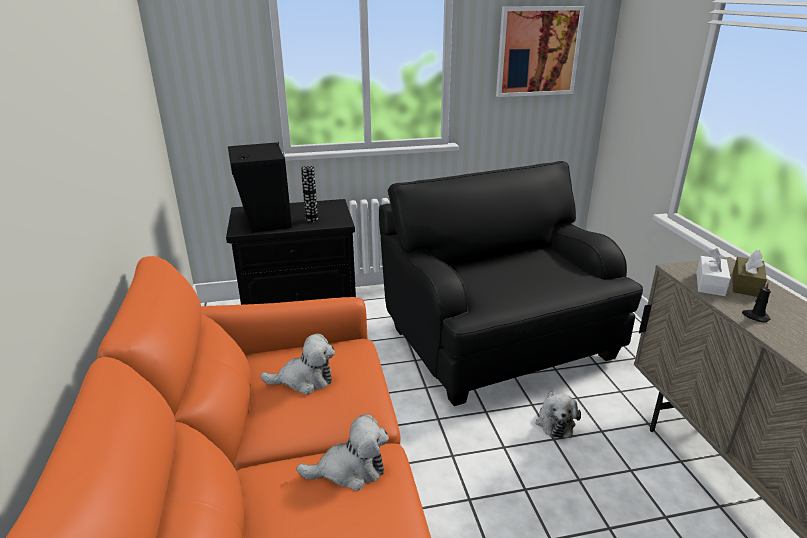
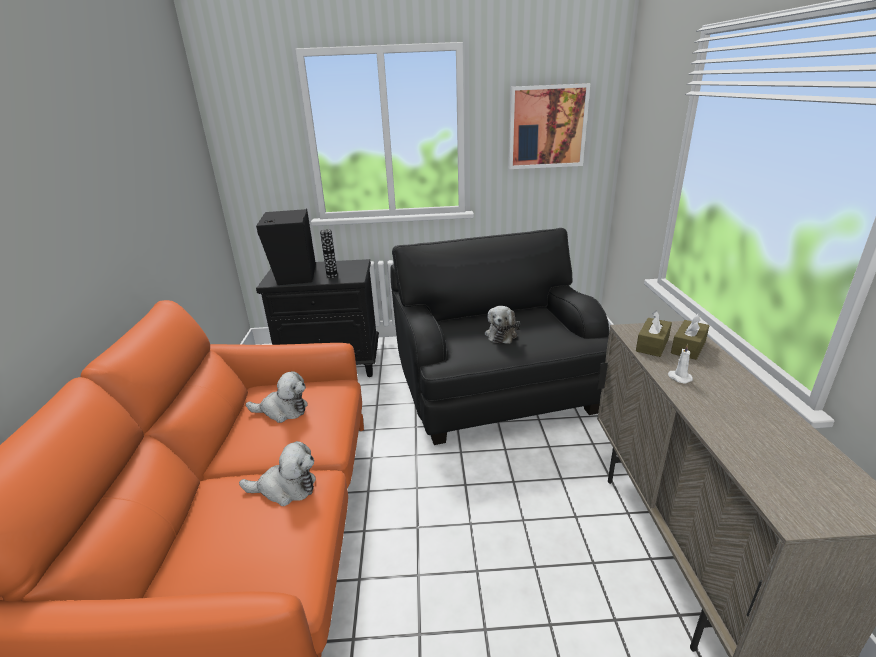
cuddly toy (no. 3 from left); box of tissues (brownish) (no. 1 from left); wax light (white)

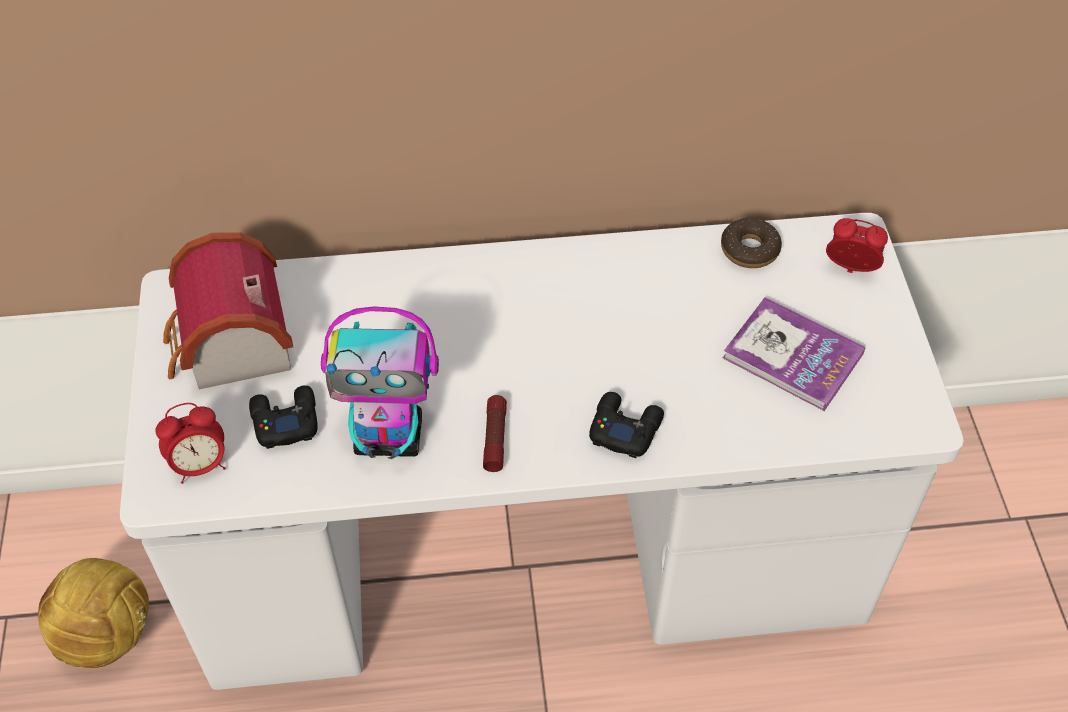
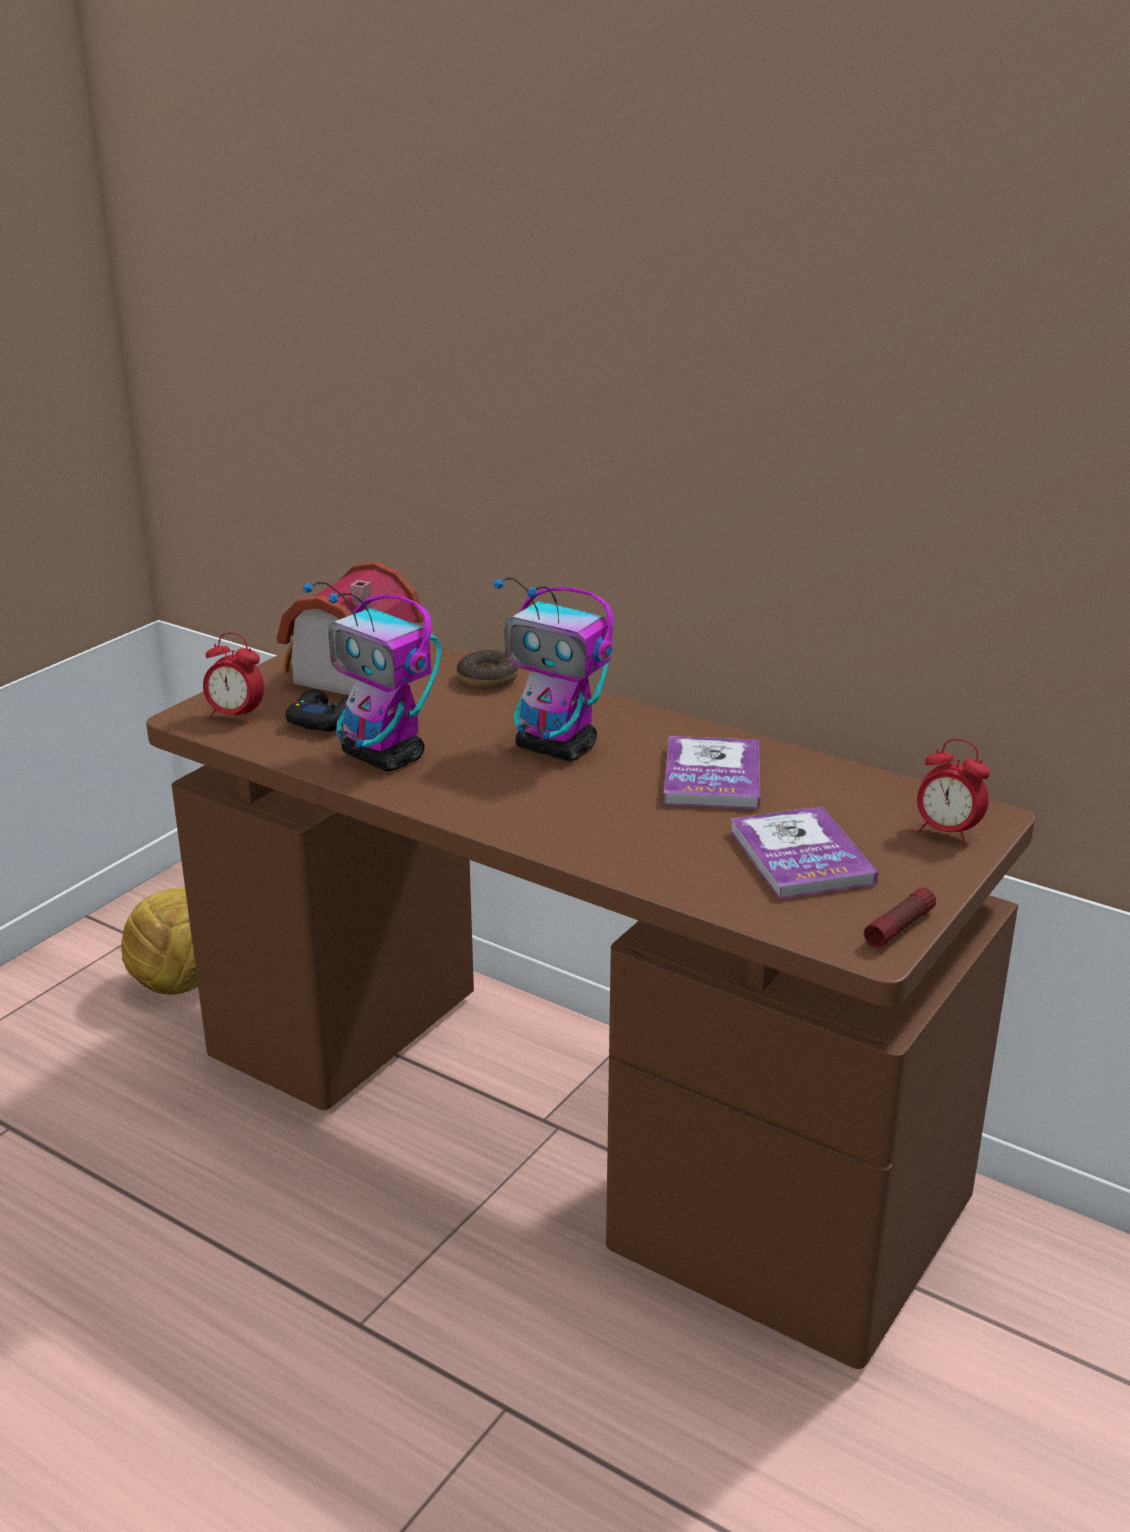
game controller (blackish) (no. 2 from left in the first image); robot figure (no. 2 from left); bound book (no. 1 from left); hand torch; doughnut; desk table (brownish); table clock (no. 2 from left)

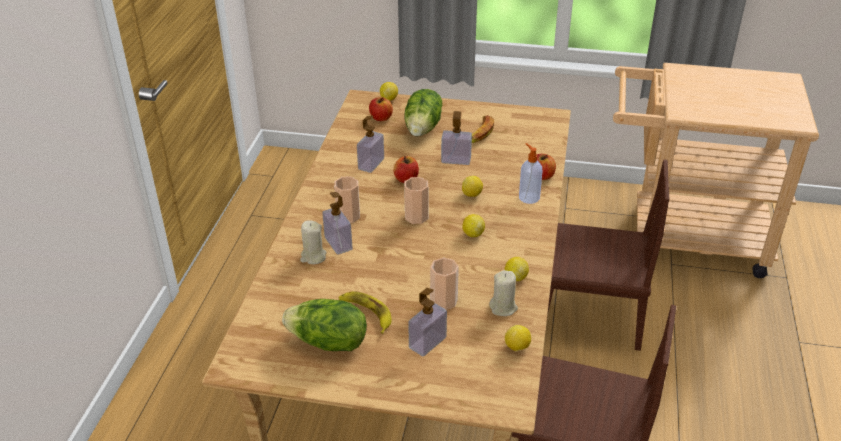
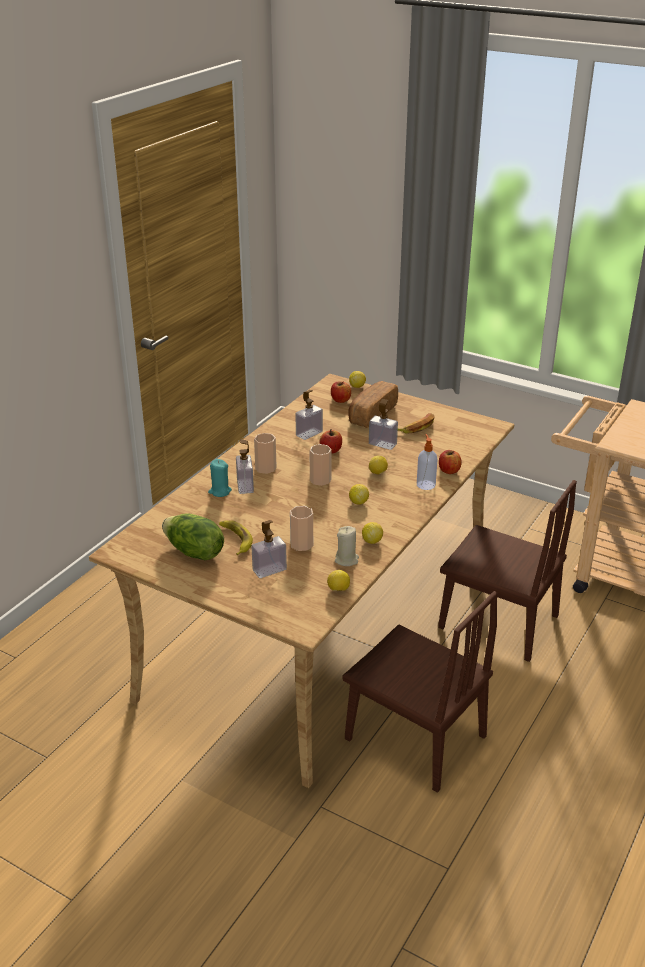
baked bread; wax light (turquoise)

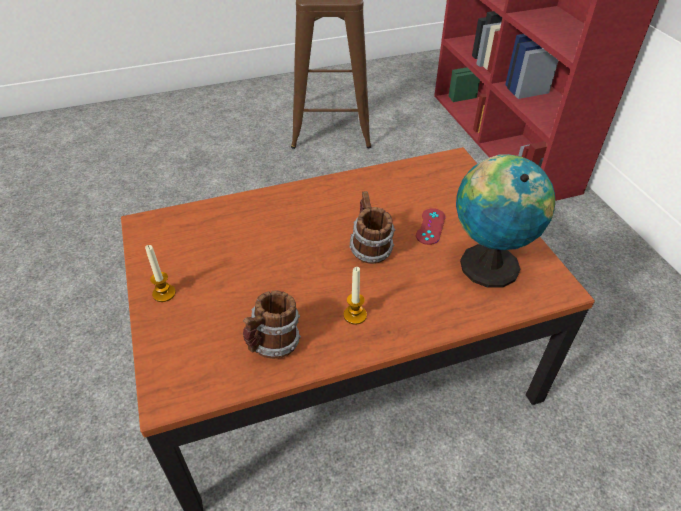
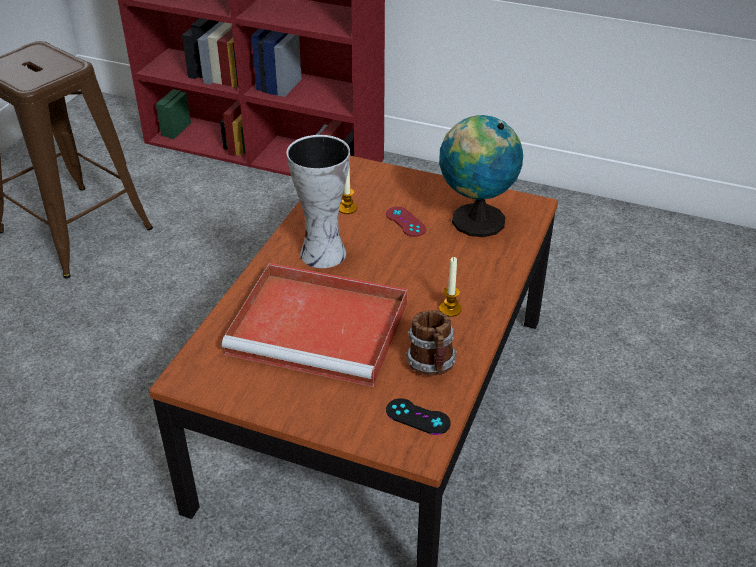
tea mug (no. 2 from left in the first image); tray (red); flower vase; game controller (blackish); wax light (no. 1 from left)

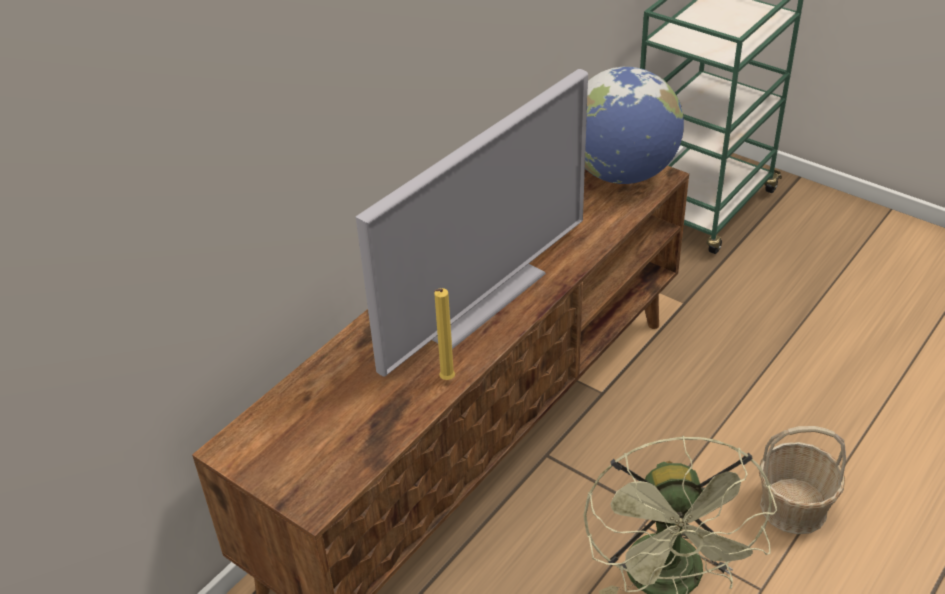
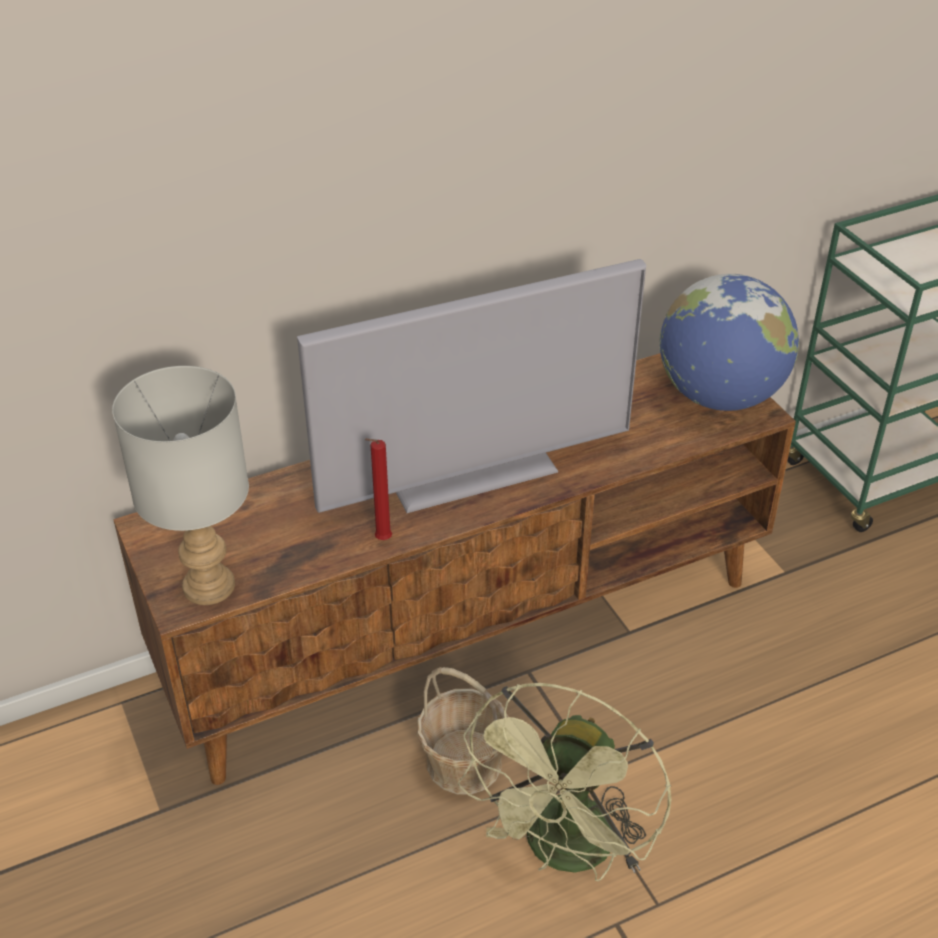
lamp for a table (grey); household basket; wax light (red)

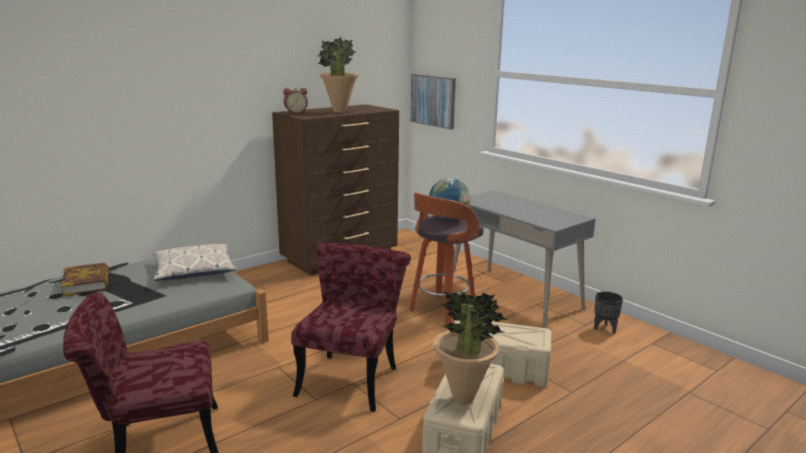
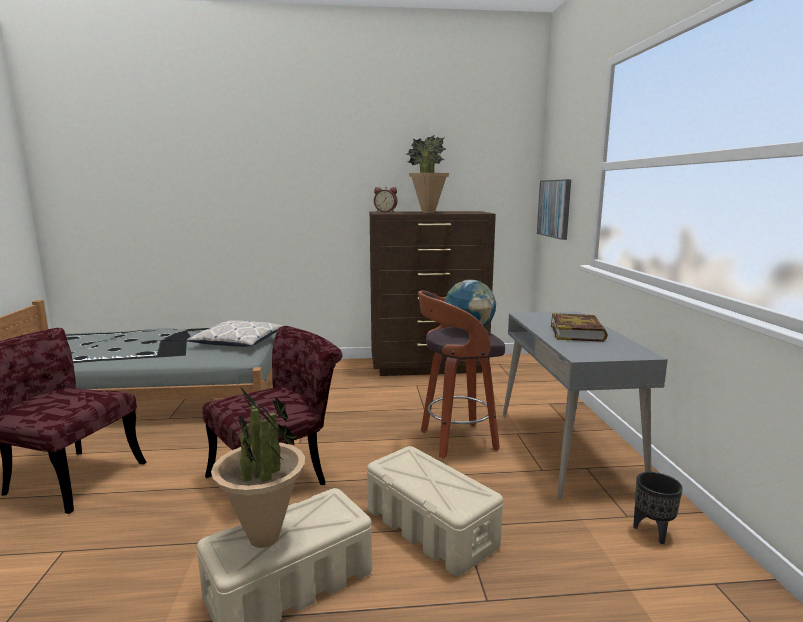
bound book

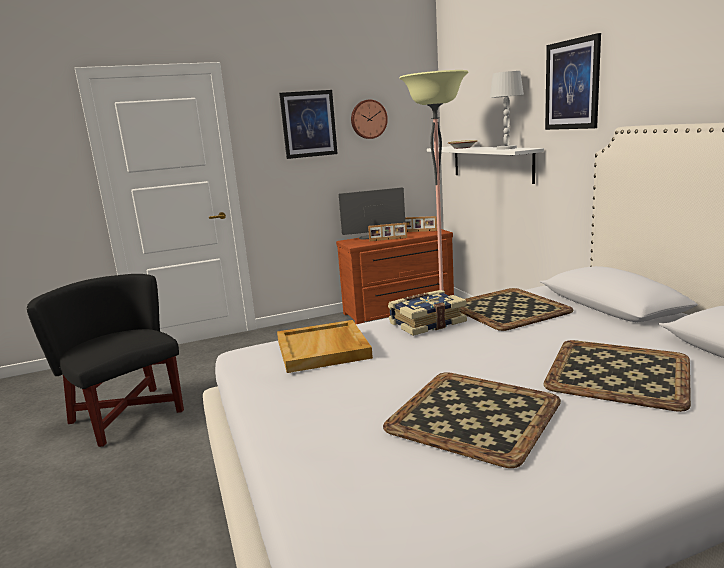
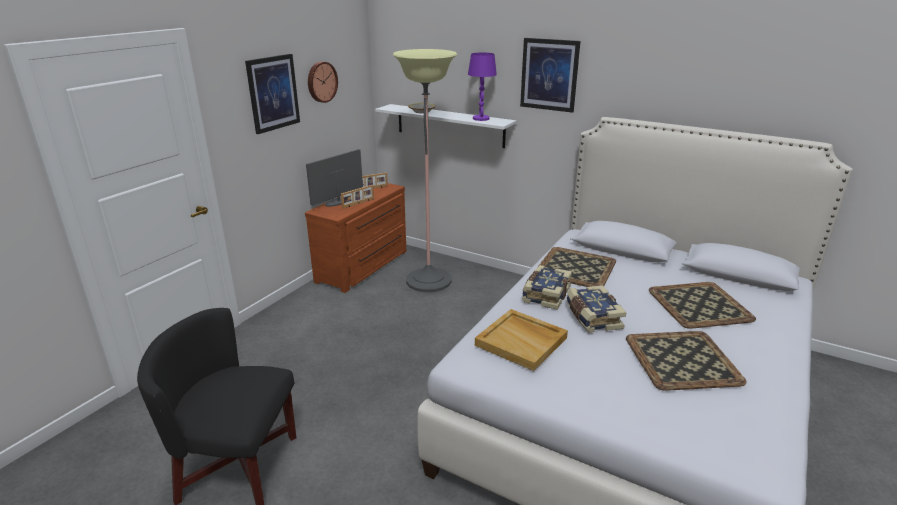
bound book (no. 2 from left); lamp for a table (purple-coloured)

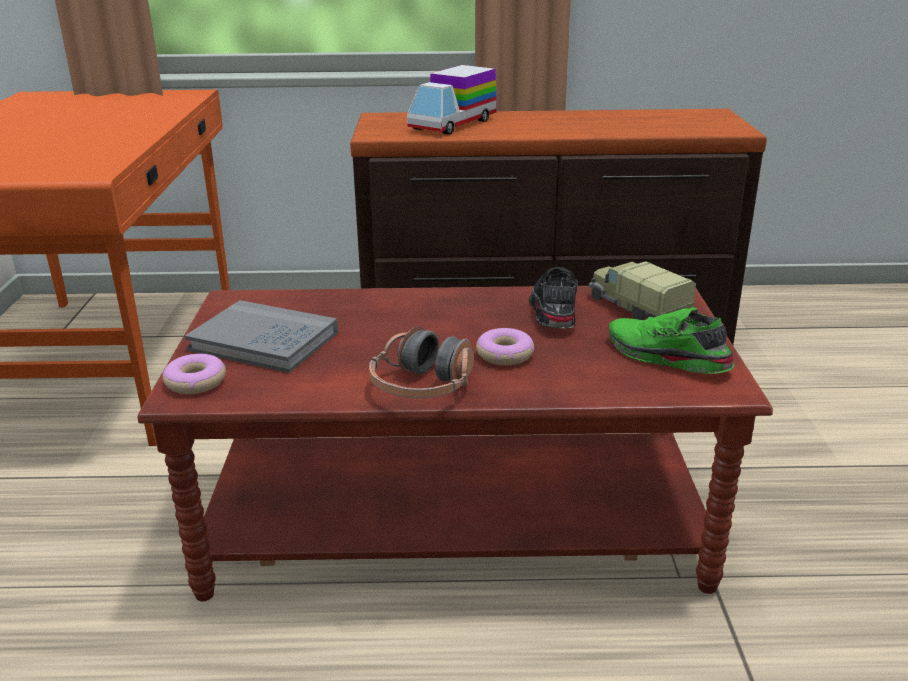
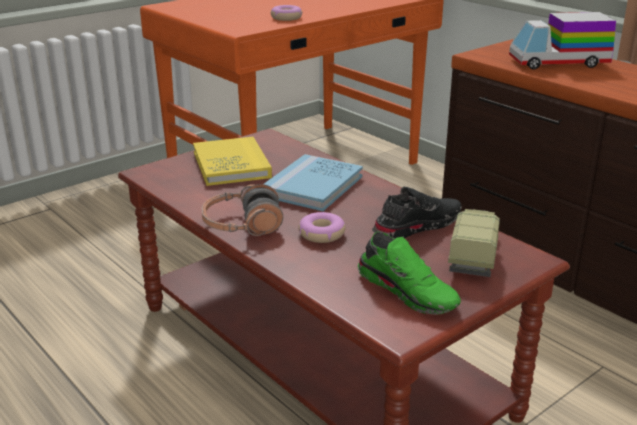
bound book (bluish); doughnut (no. 1 from left); bound book (yellow); shoe (green)

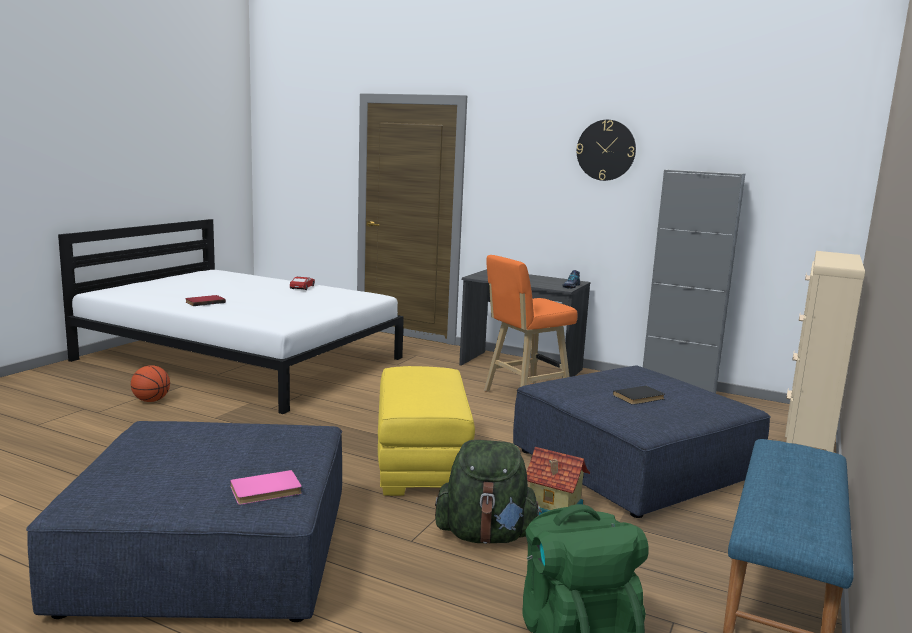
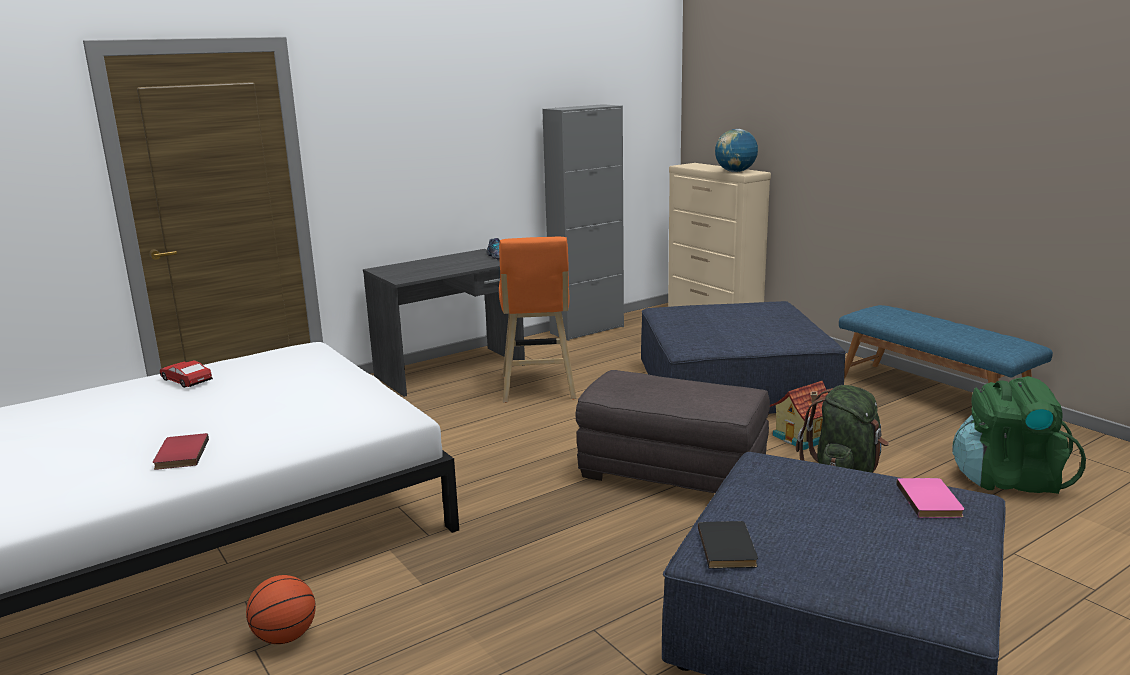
wall clock; desk globe; bound book (blackish); ottoman (grey)

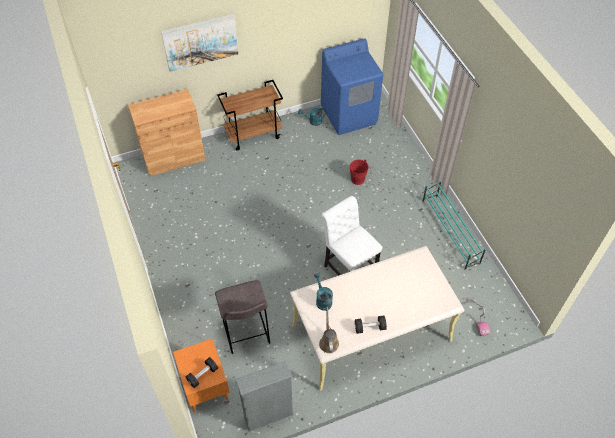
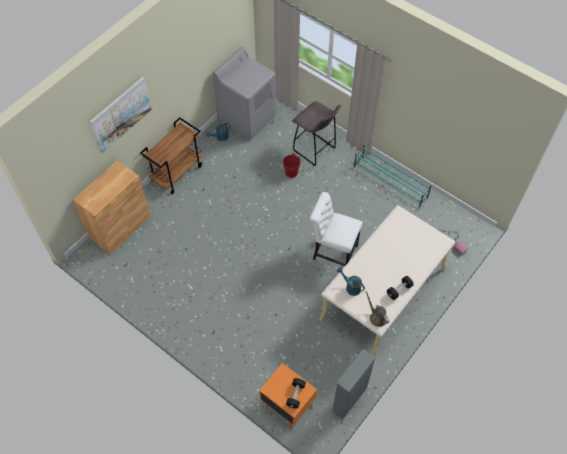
stool seat (grey); washing machine (grey)

